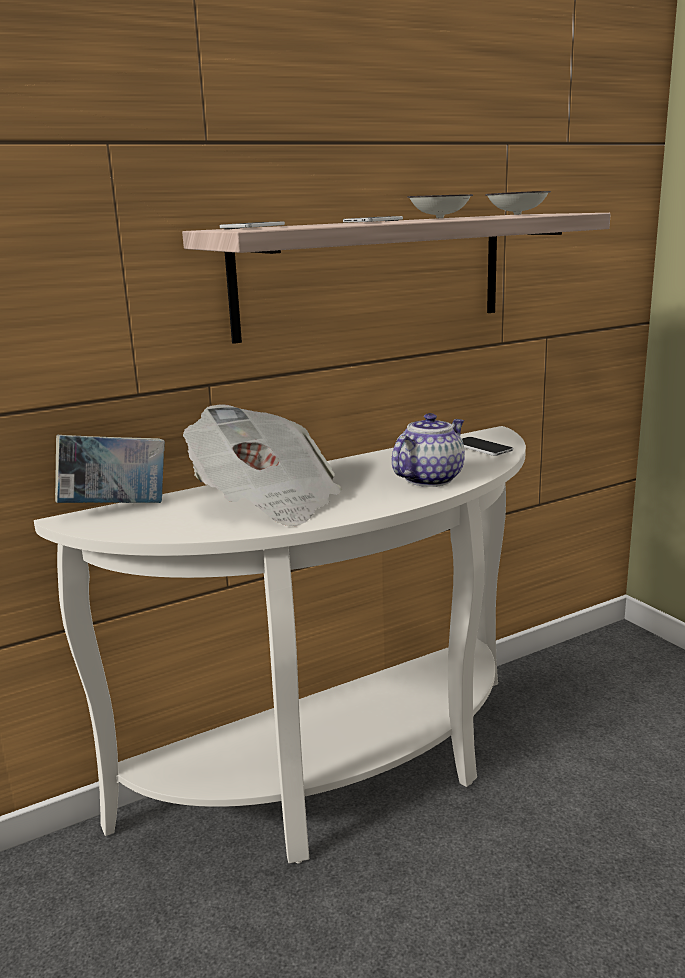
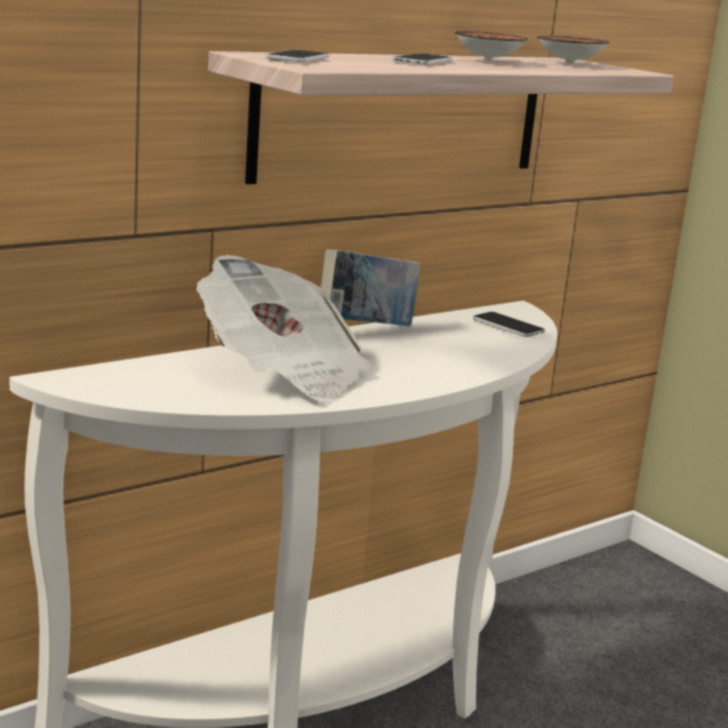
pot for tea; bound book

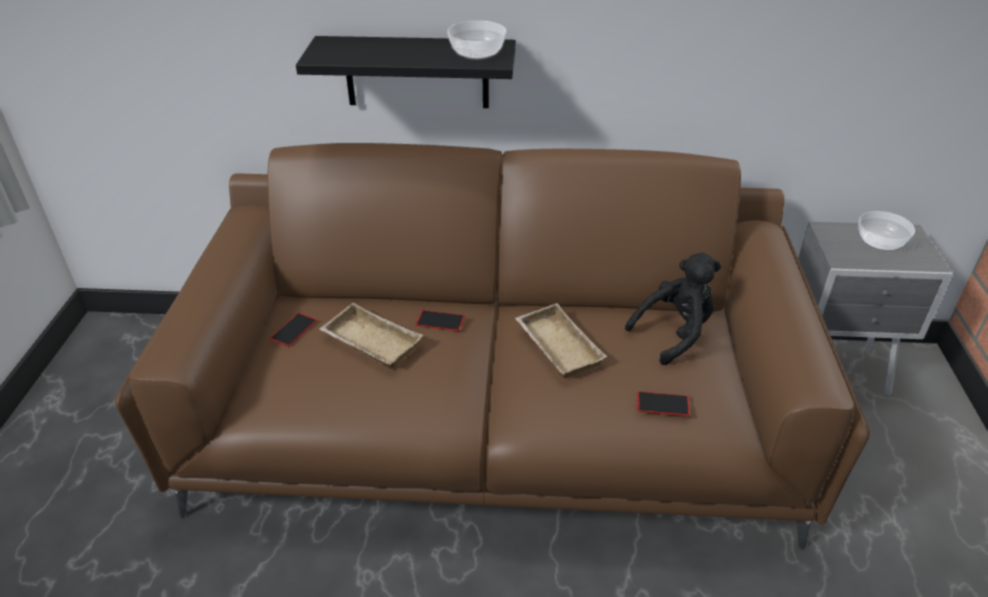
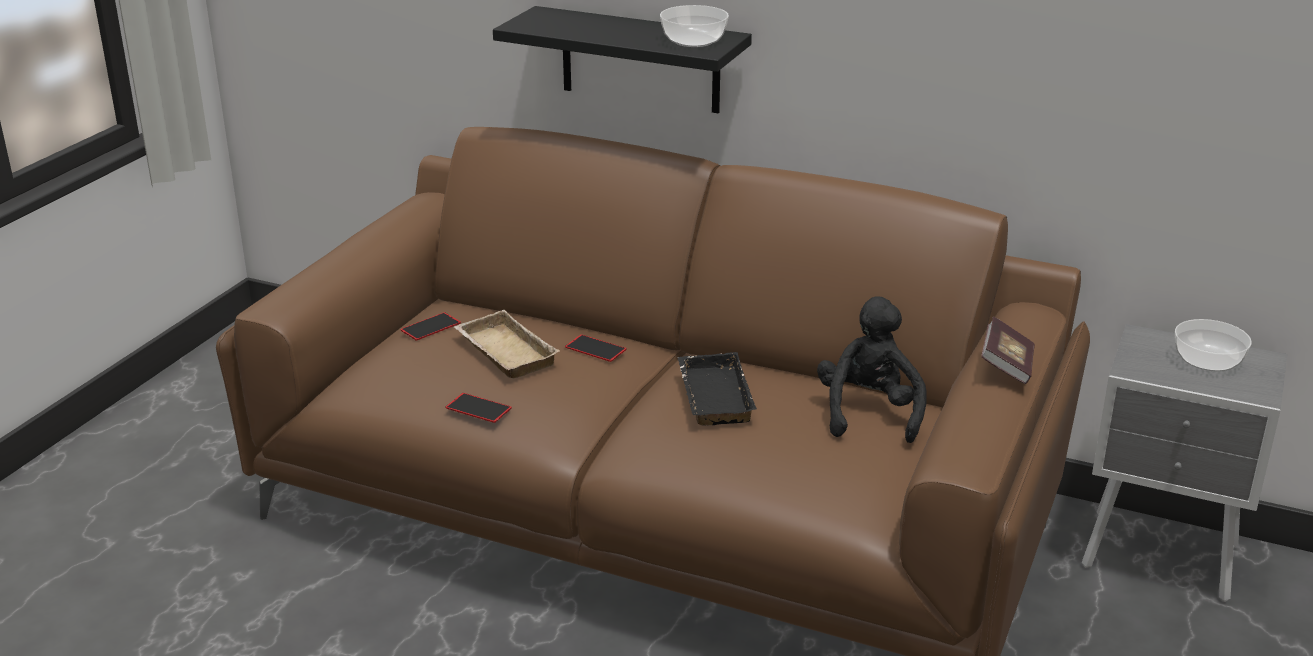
bound book; handset (no. 2 from left); tray (blackish); cuddly toy (blackish)

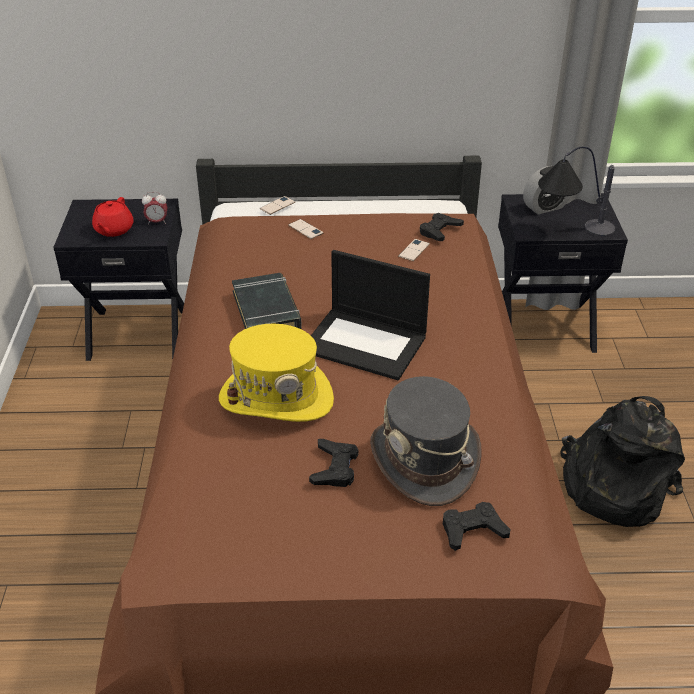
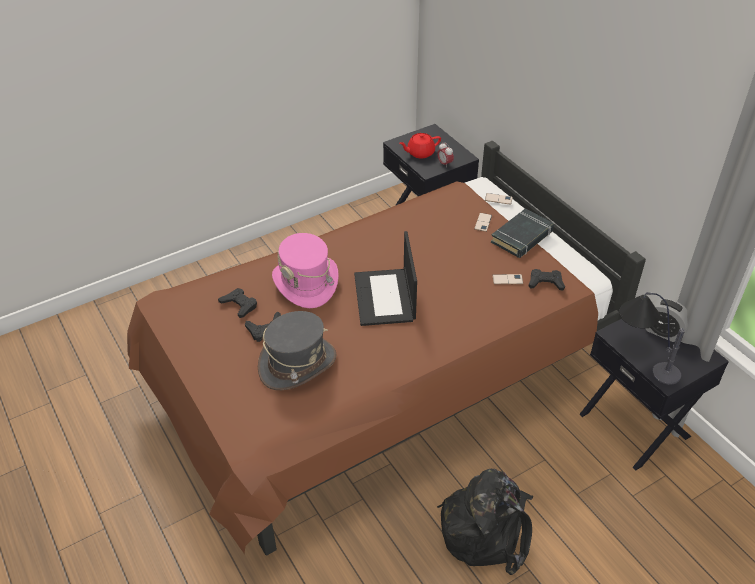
bound book (blackish); game controller (blackish) (no. 1 from left); wearable hat (pink)

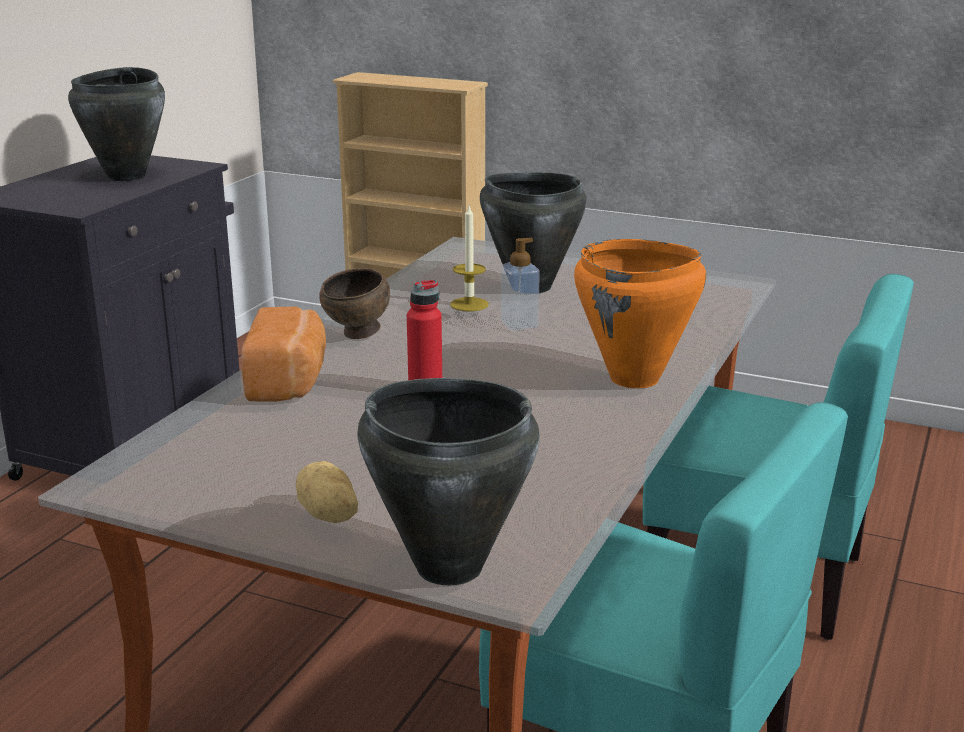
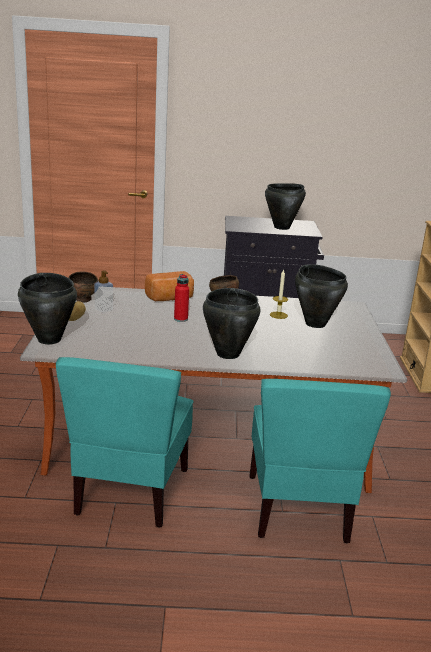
serving bowl (brownish) (no. 1 from left); soap bottle; cooking pot (blackish) (no. 2 from left)

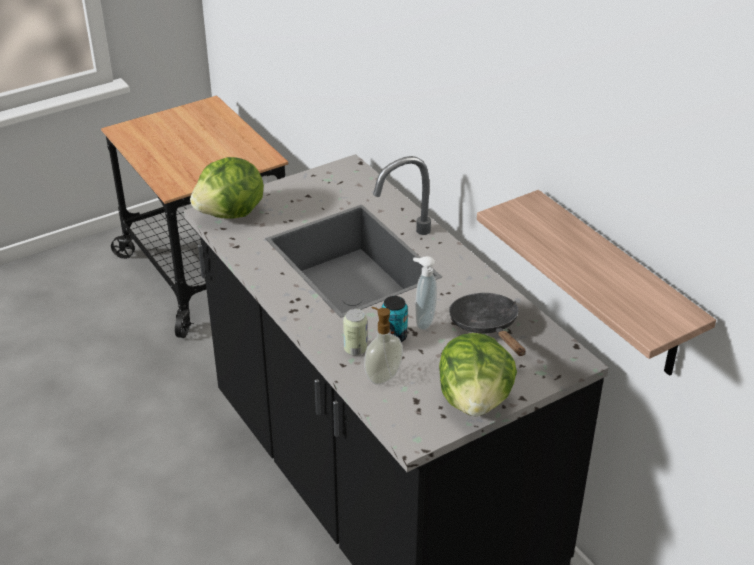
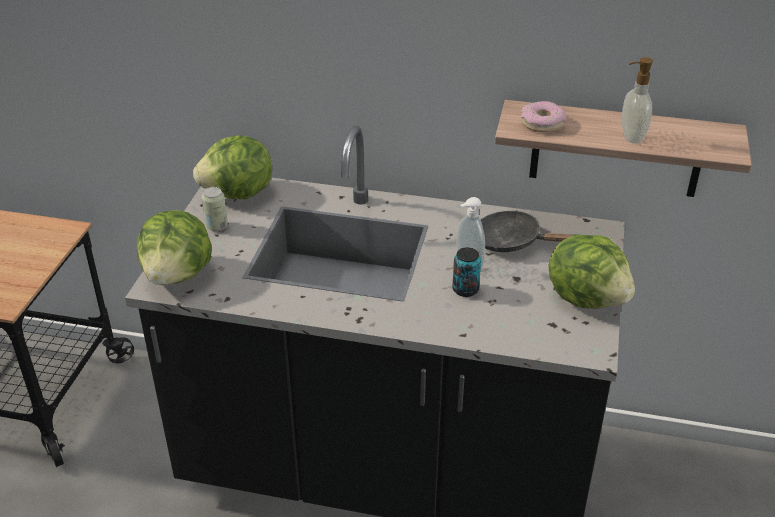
lettuce head (no. 2 from left); doughnut; can (no. 1 from left); soap bottle (no. 2 from left)

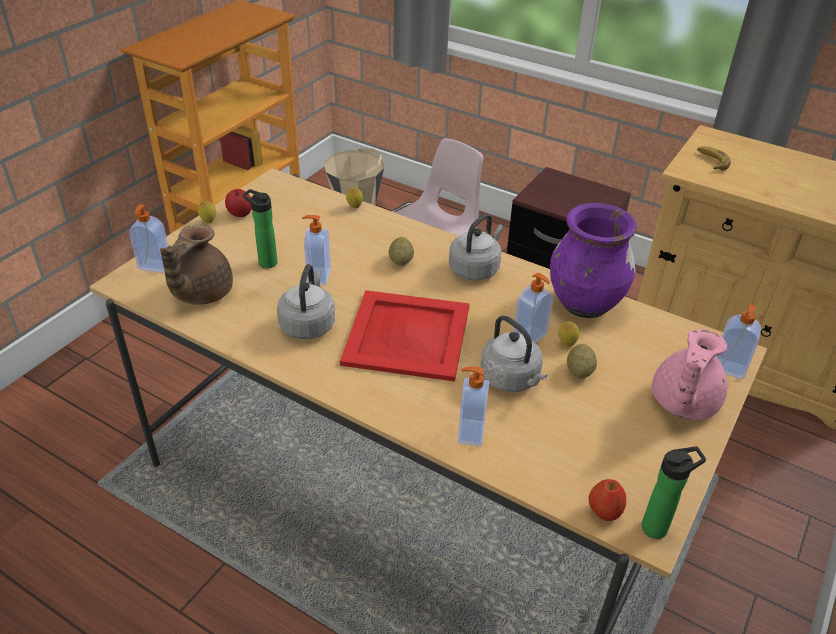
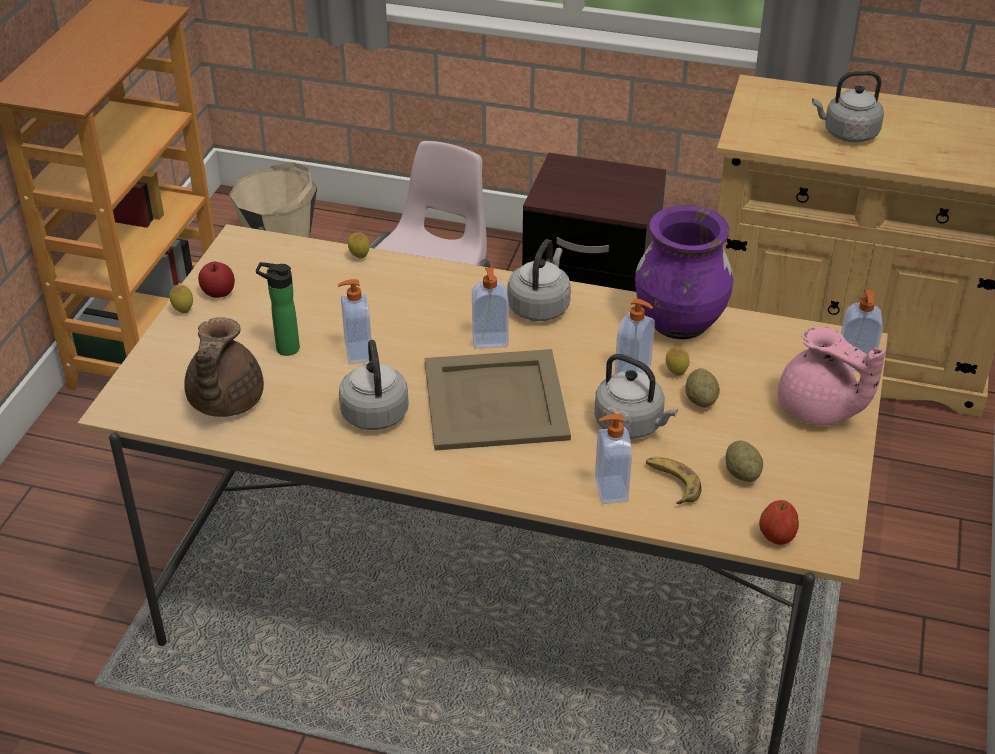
drink bottle (no. 2 from left in the first image); water kettle (grey) (no. 4 from left); soap bottle (no. 2 from left); potato (no. 2 from left); whole banana; tray (beige); pot for tea (pink)

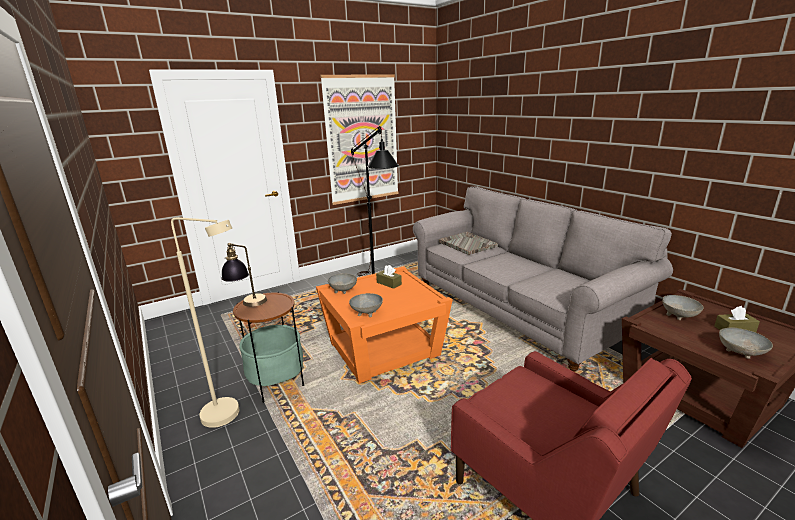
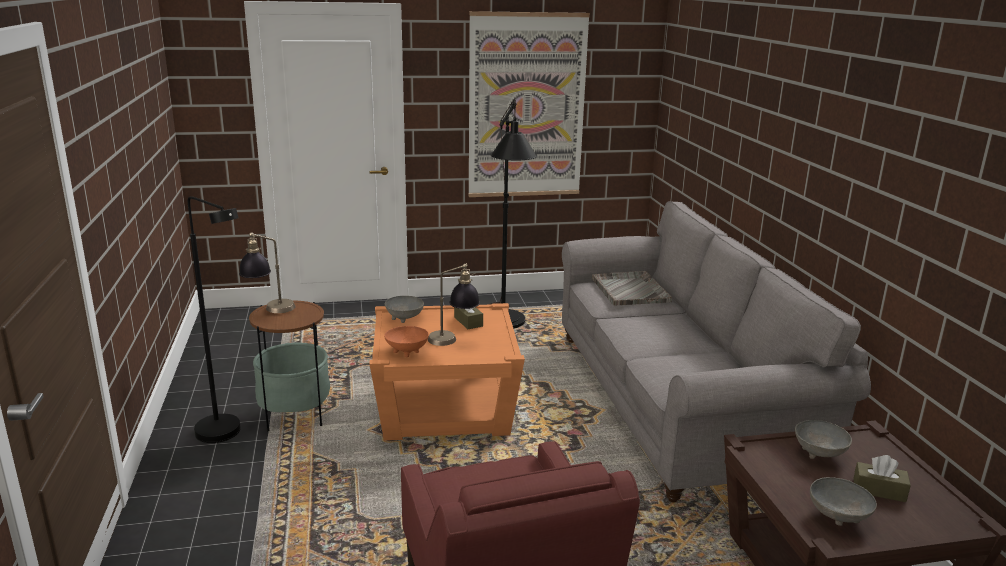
lamp for a table (no. 2 from left); floor lamp (blackish) (no. 1 from left); serving bowl (orange)

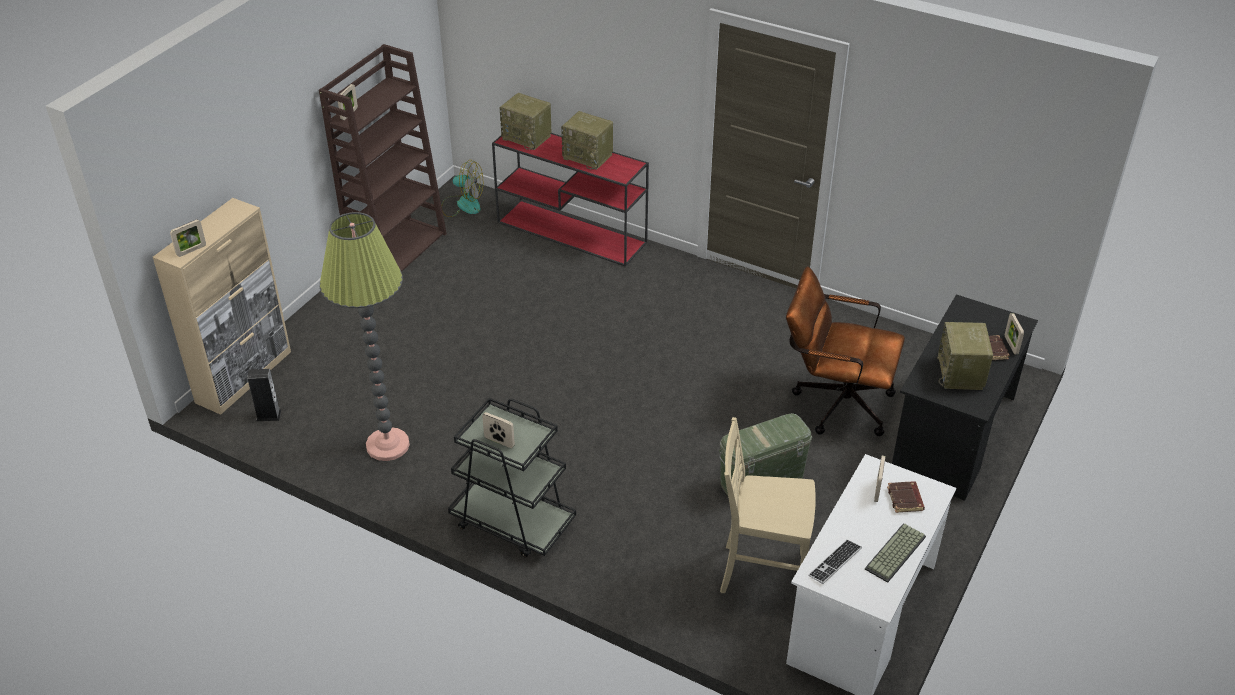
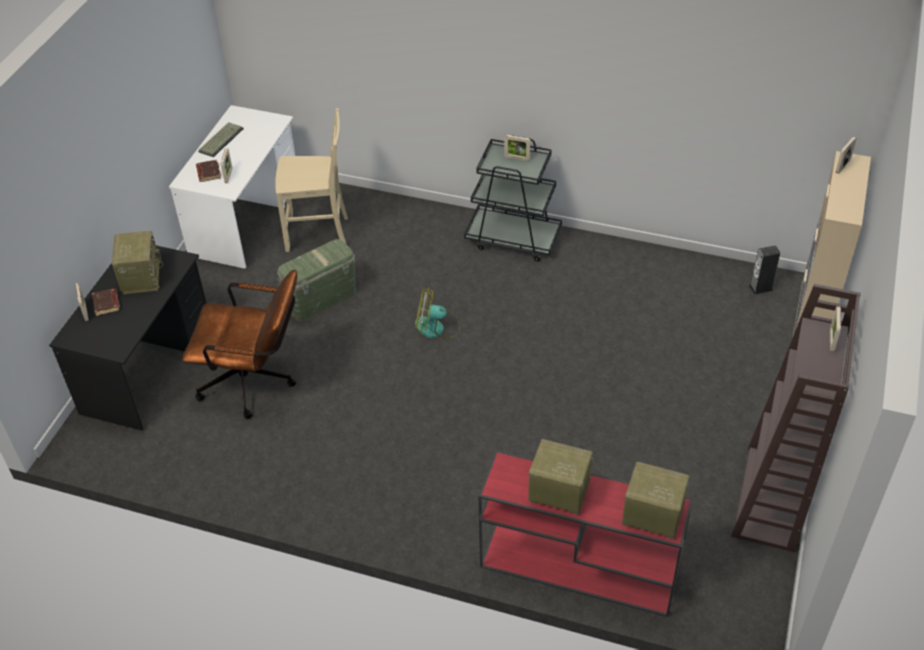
floor lamp; keyboard (no. 1 from left in the first image); fan

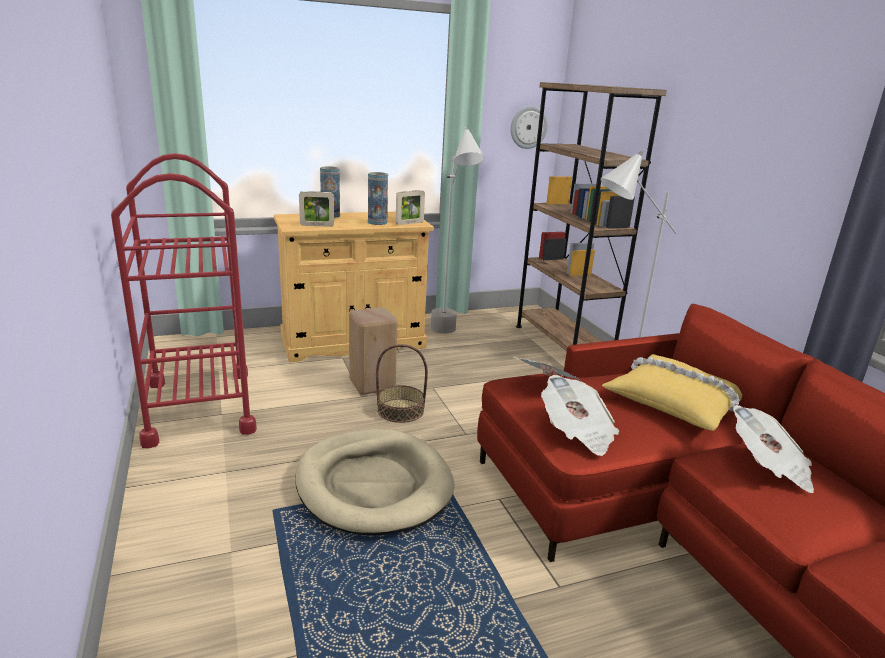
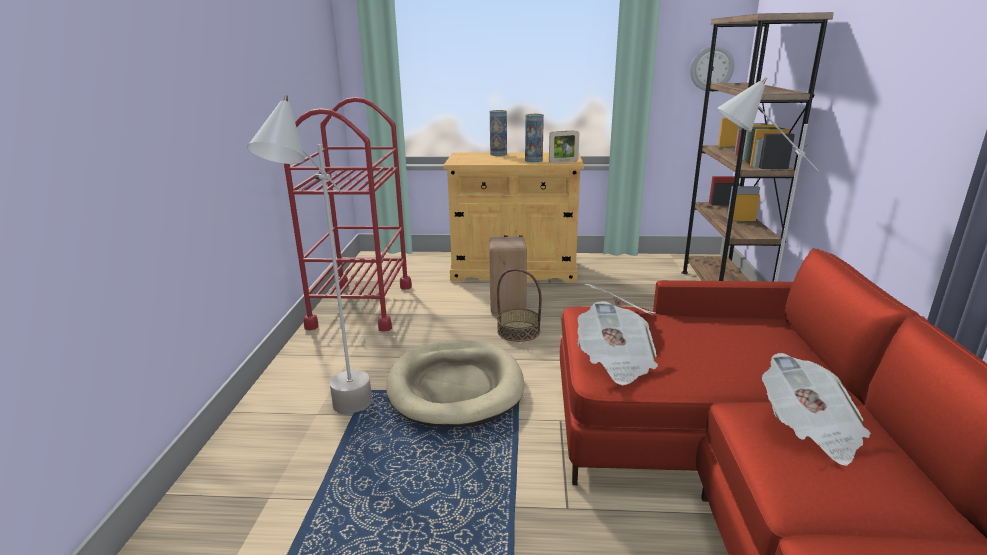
standing frame (no. 1 from left in the first image); throw pillow (yellow); floor lamp (grey) (no. 1 from left)

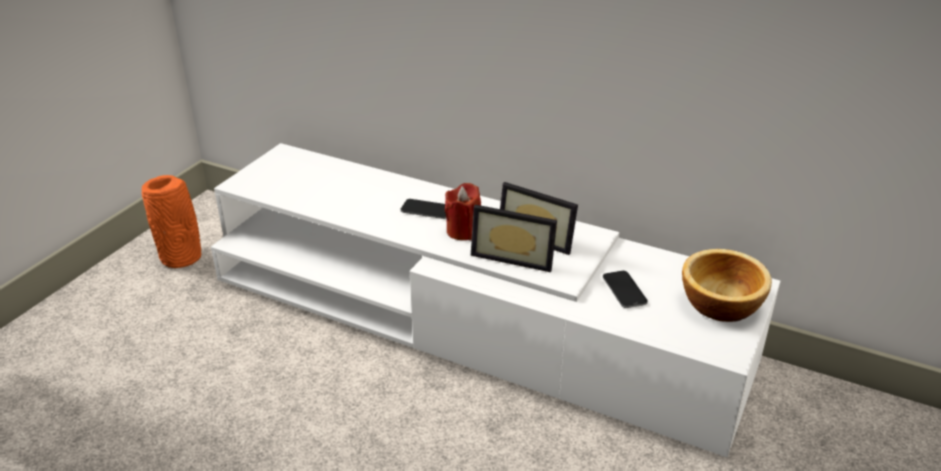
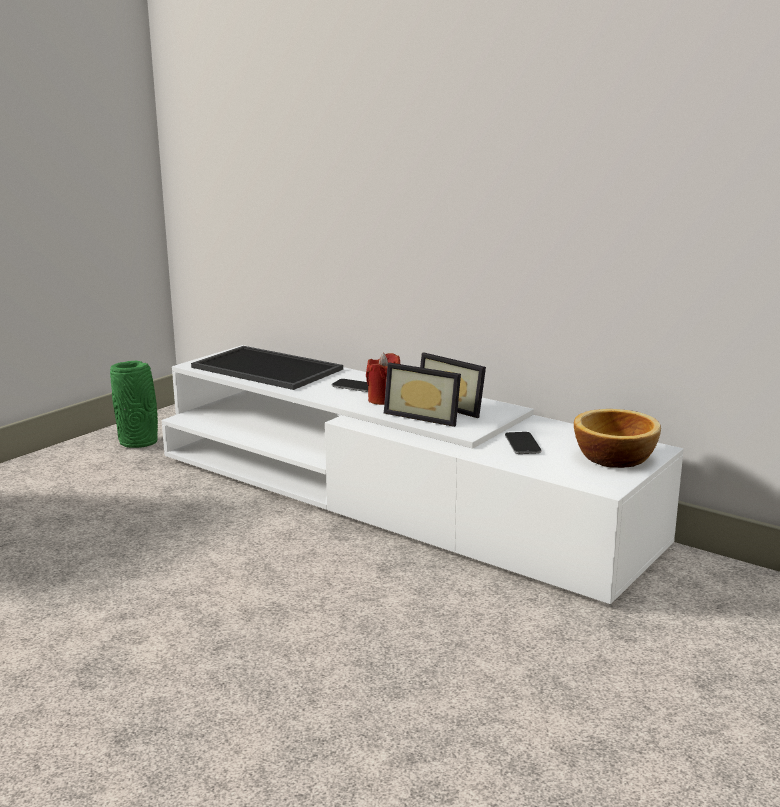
tray; flower vase (green)

